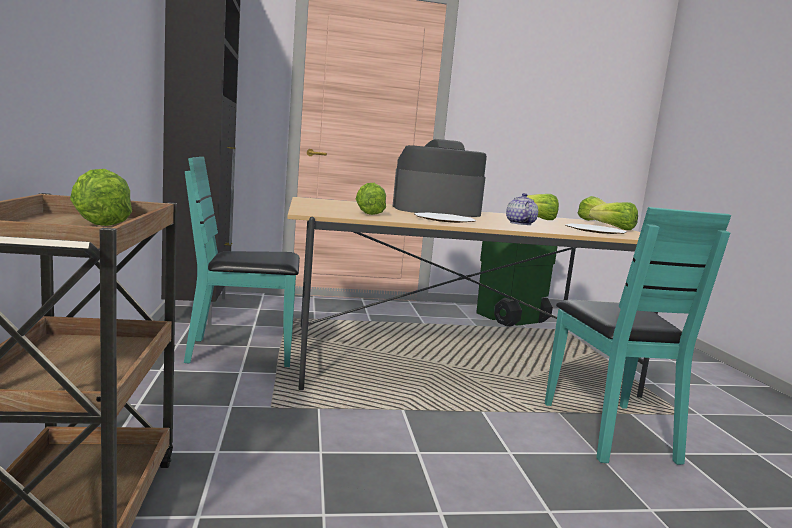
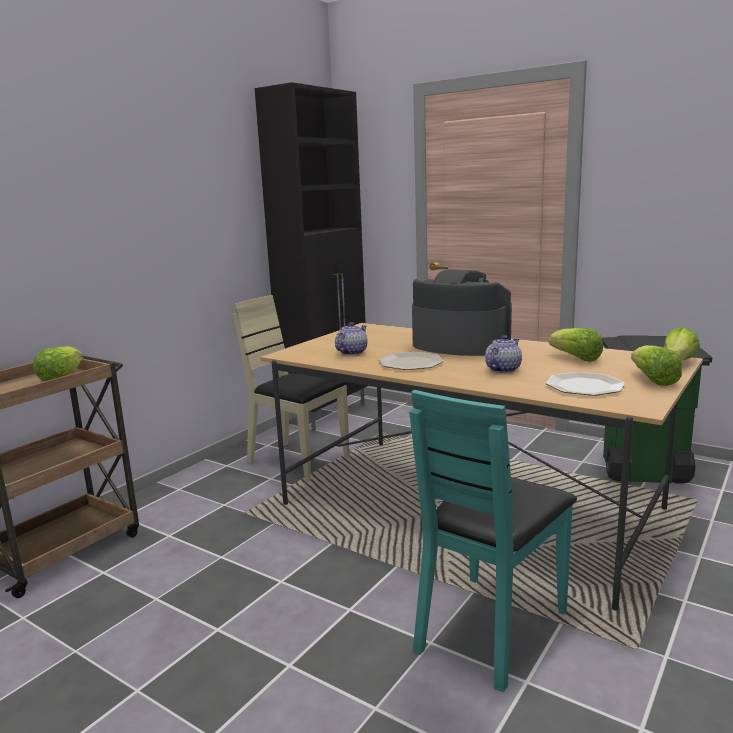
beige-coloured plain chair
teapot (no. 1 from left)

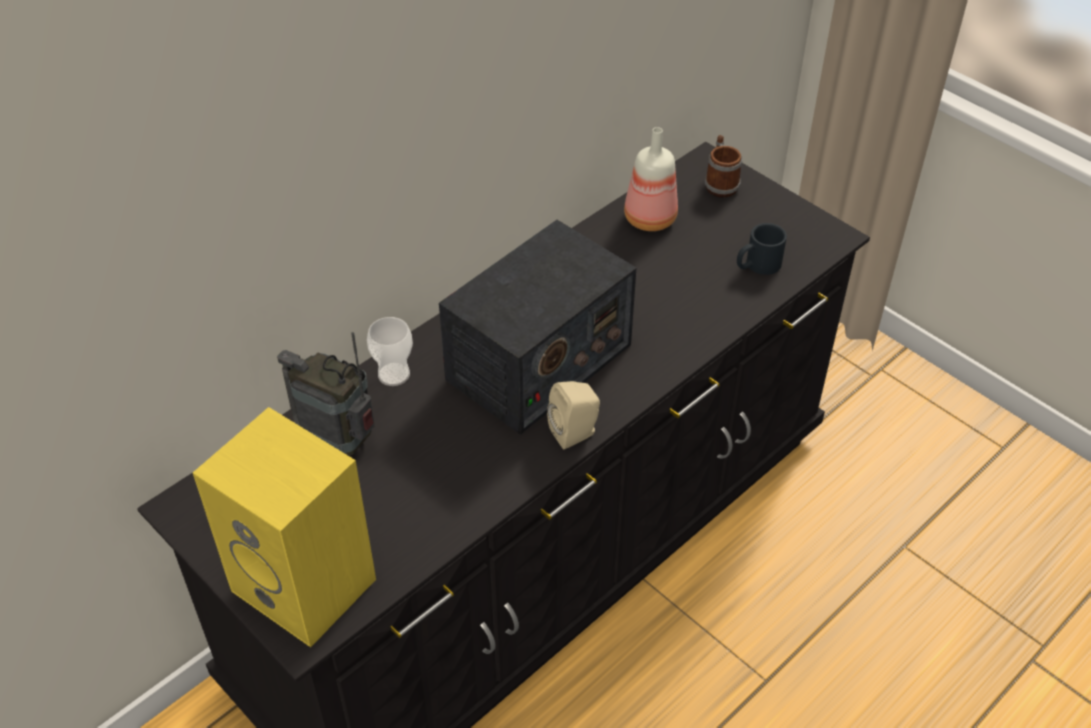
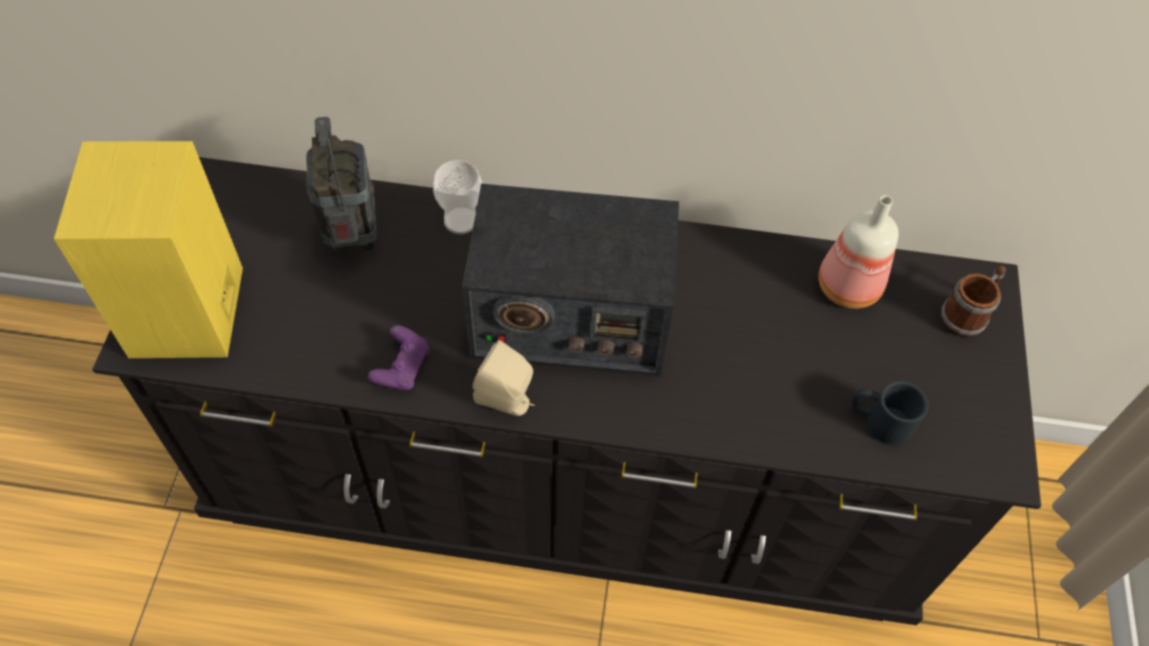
purplish joypad

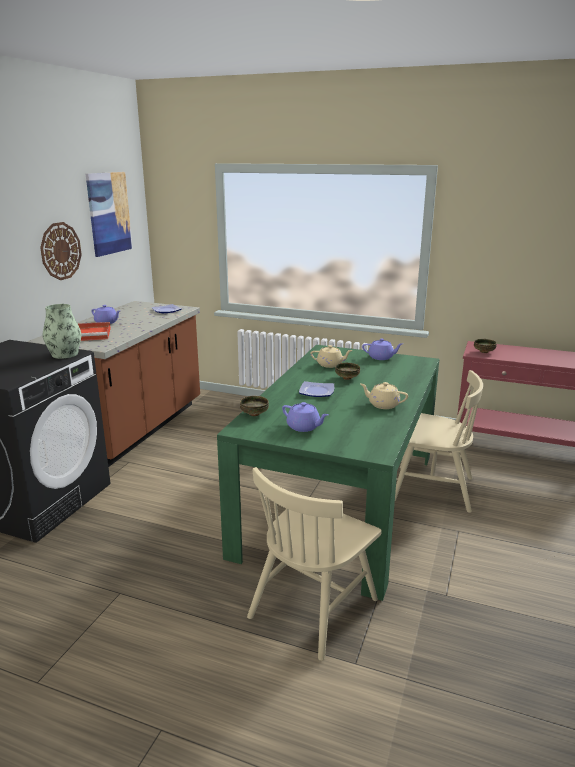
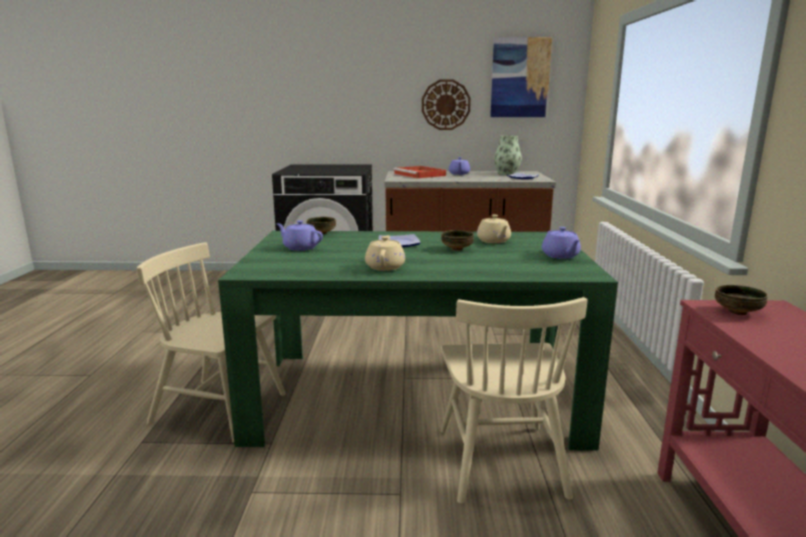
flower vase
purplish teapot (no. 1 from left)

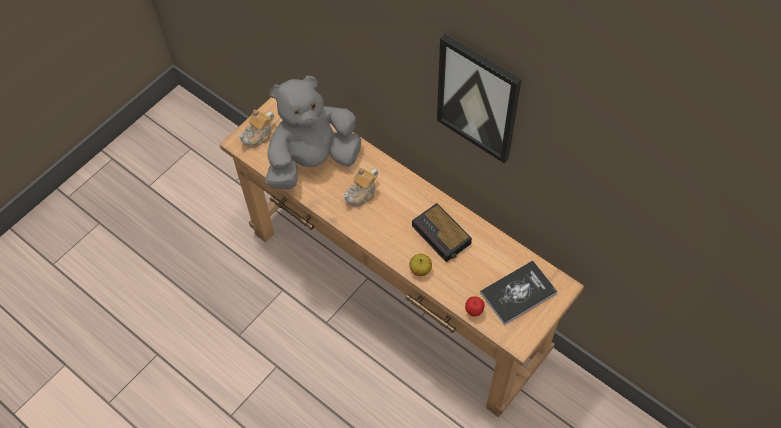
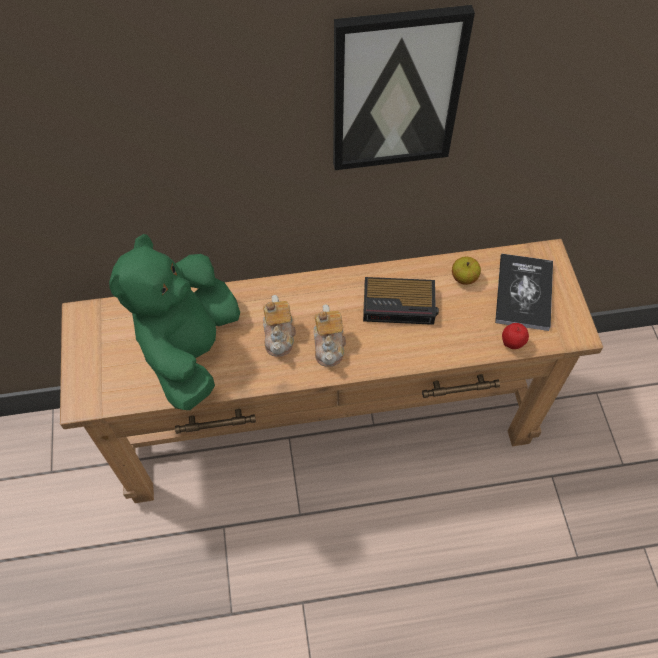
teapot (no. 2 from left)
greenish soft toy
whole apple (no. 1 from left)

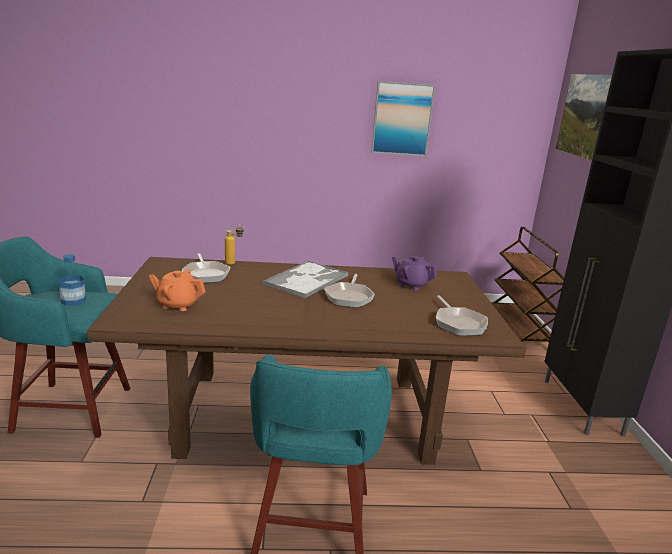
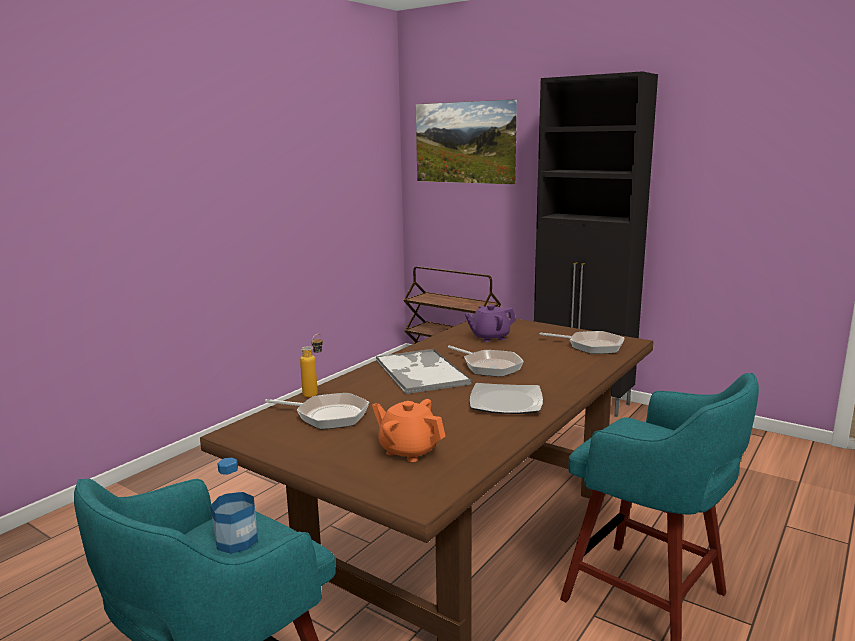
orange teapot
wall art (no. 1 from left in the first image)
dinner plate

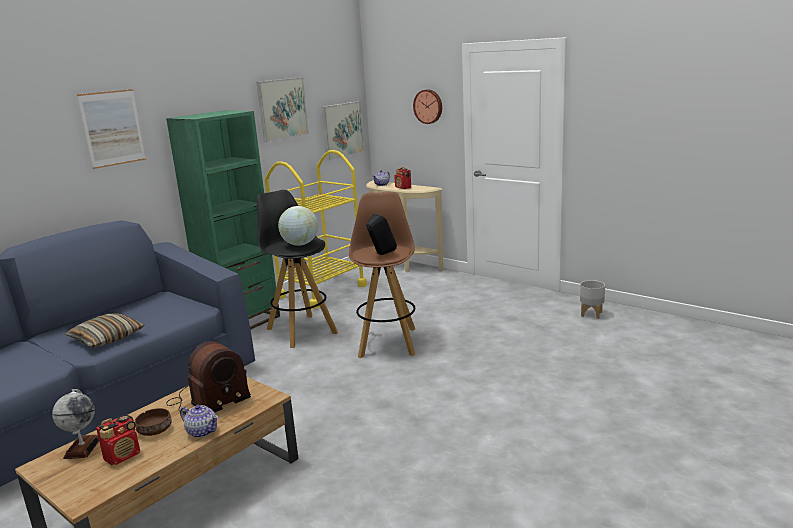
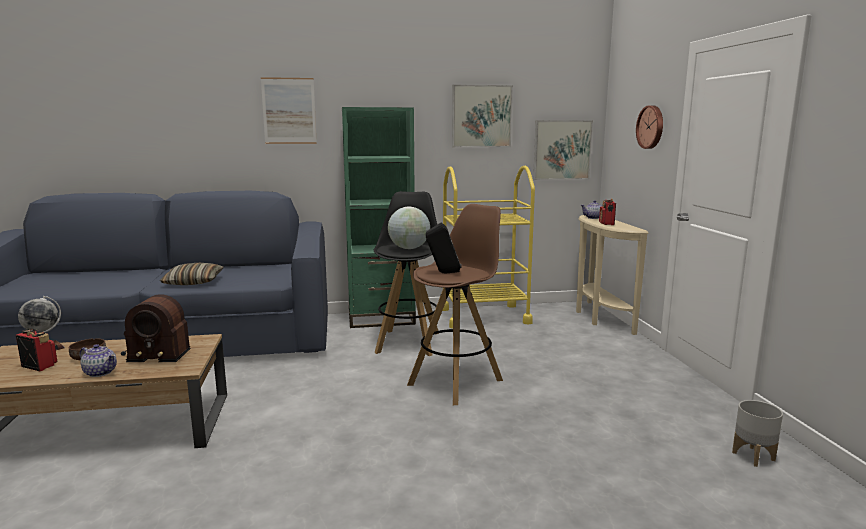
radio (no. 1 from left)
teapot (no. 1 from left)

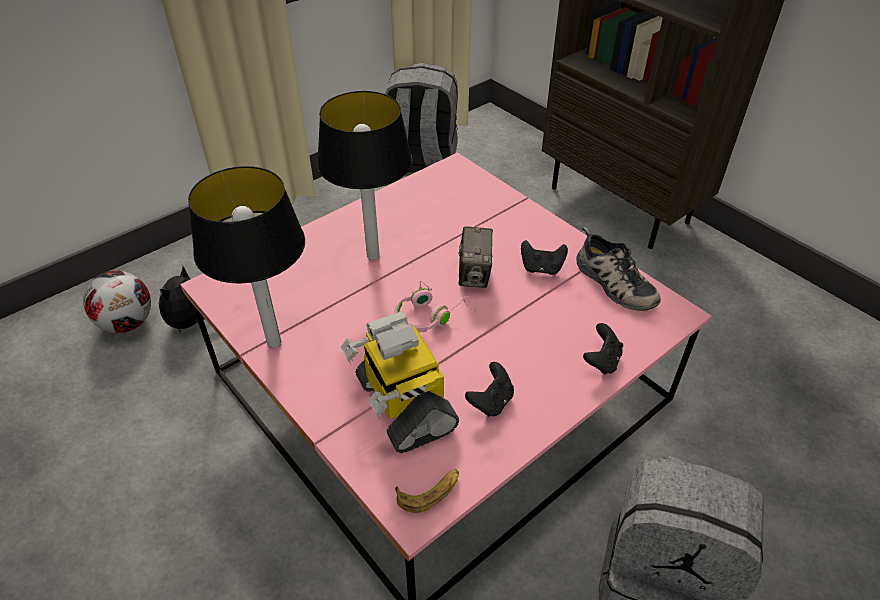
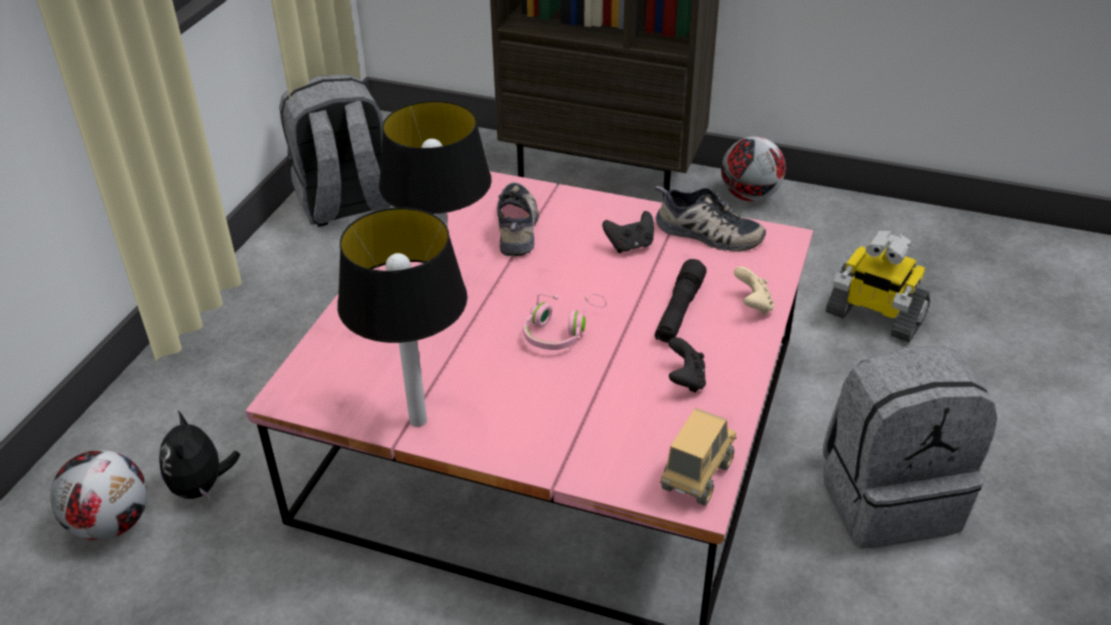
model robot
model truck
still camera
beige-coloured joypad
item of footwear (no. 1 from left)
black flashlight
football ball (no. 2 from left)

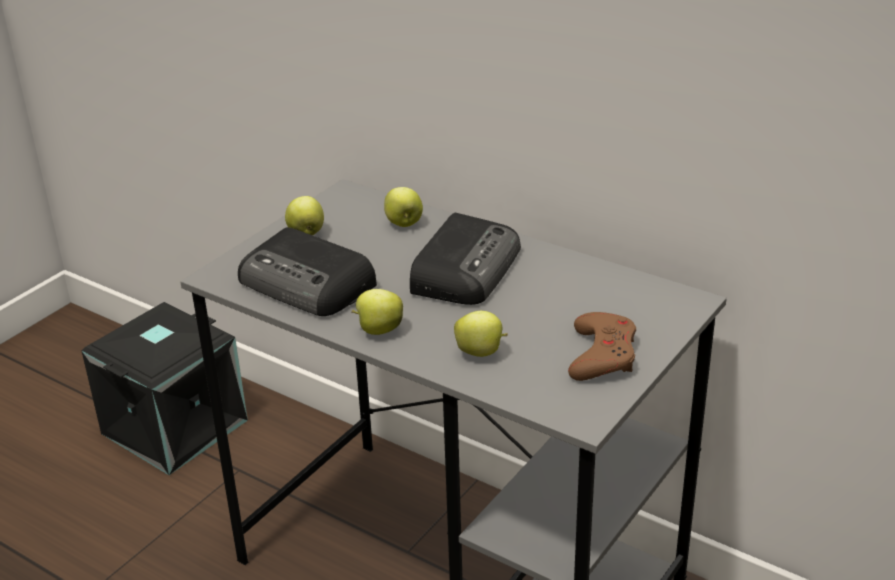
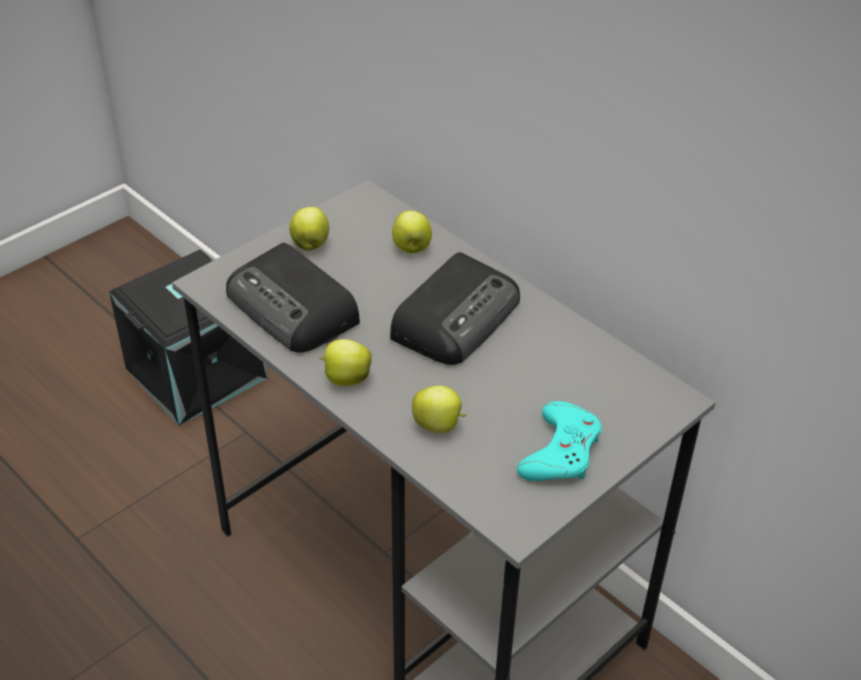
turquoise joypad

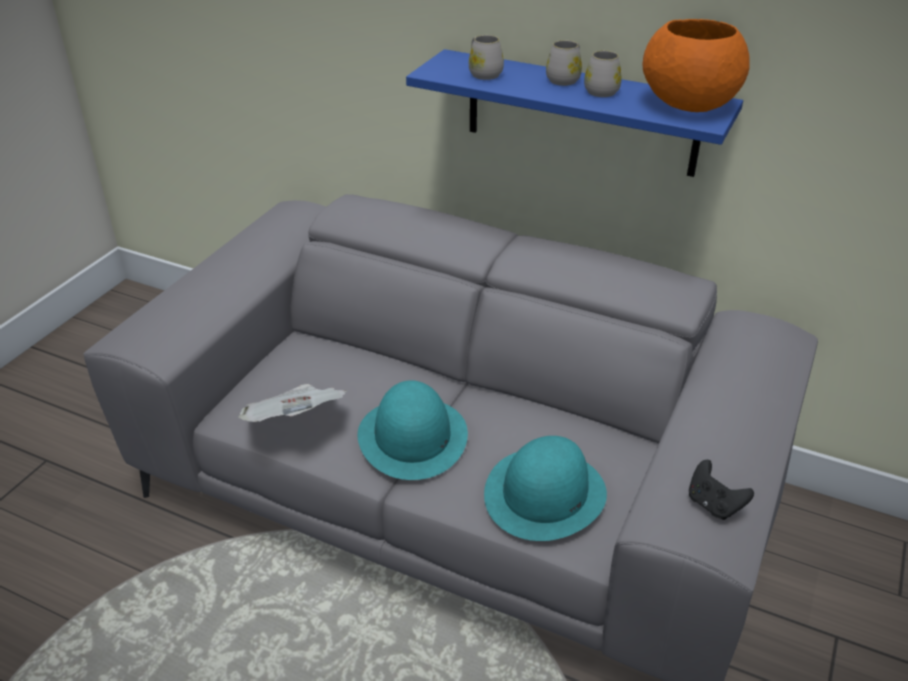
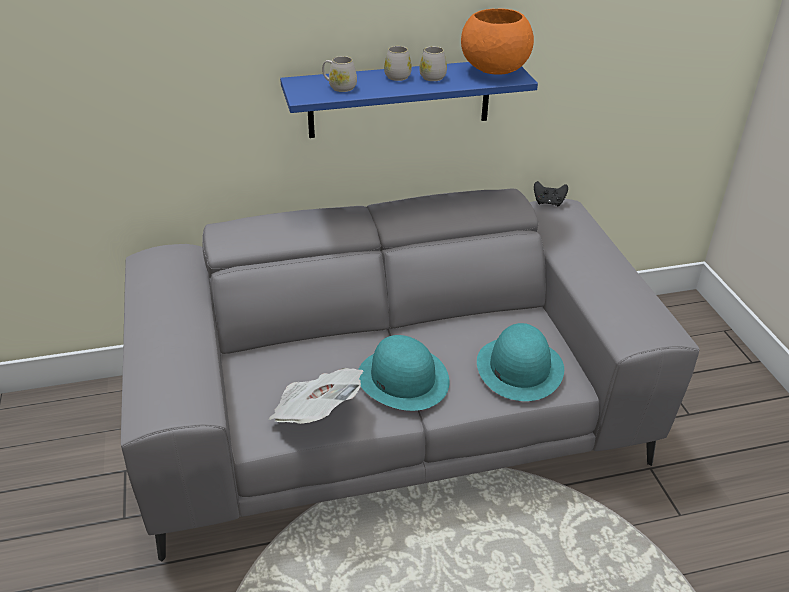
black joypad

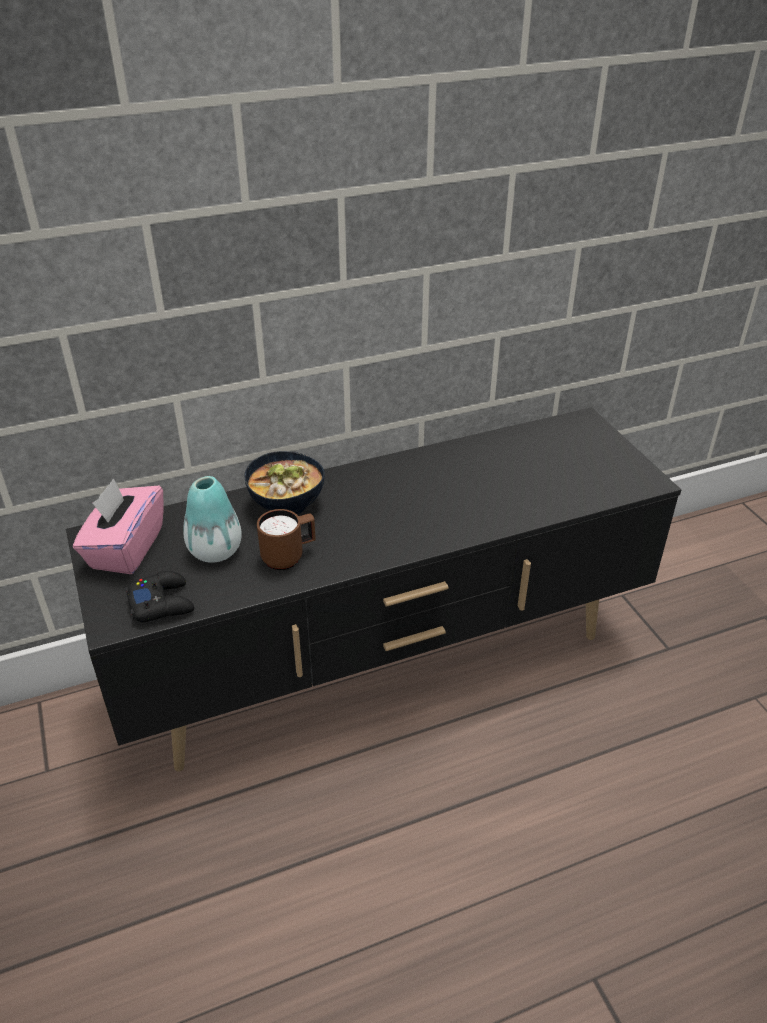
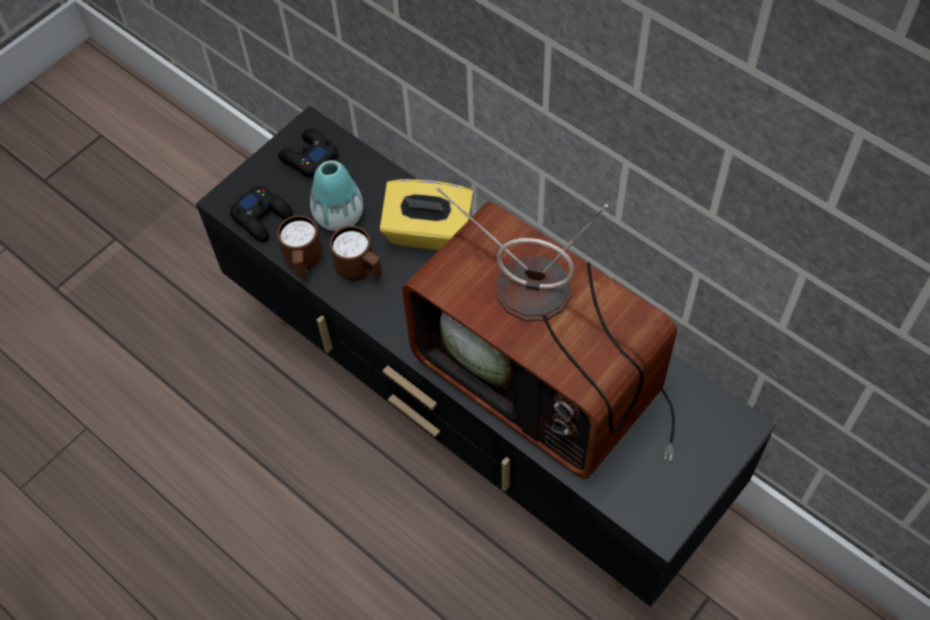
black joypad (no. 2 from left)
yellow-coloured tissue holder
brown coffee mug (no. 1 from left)
television

